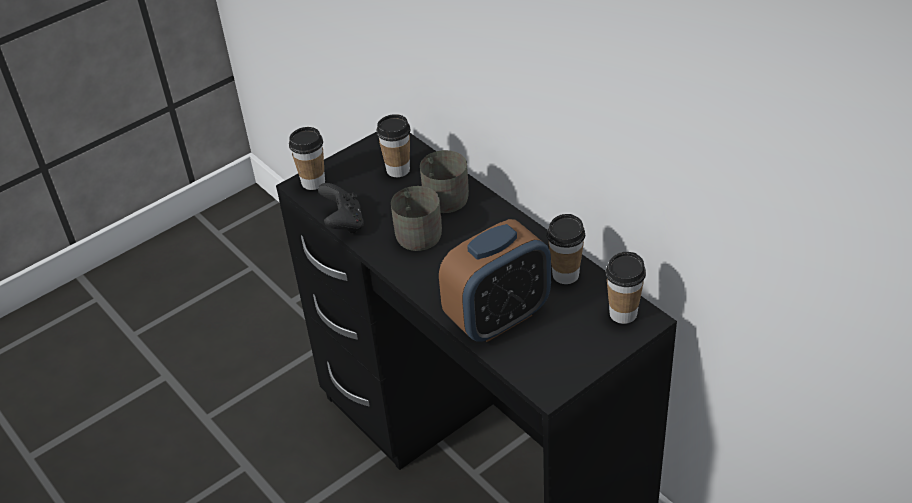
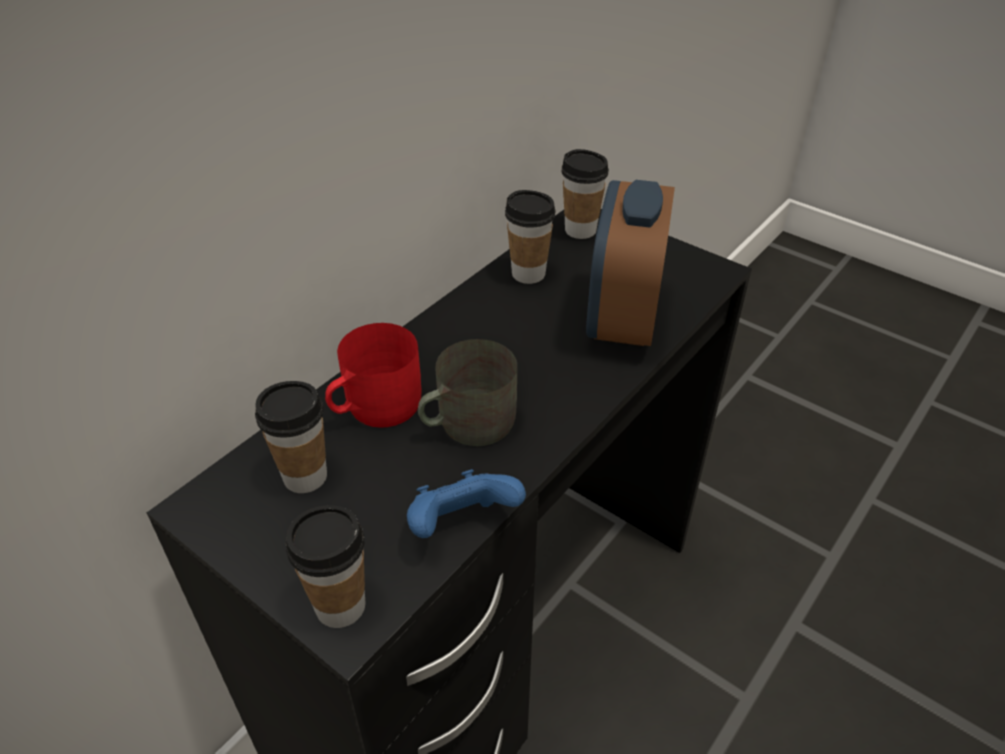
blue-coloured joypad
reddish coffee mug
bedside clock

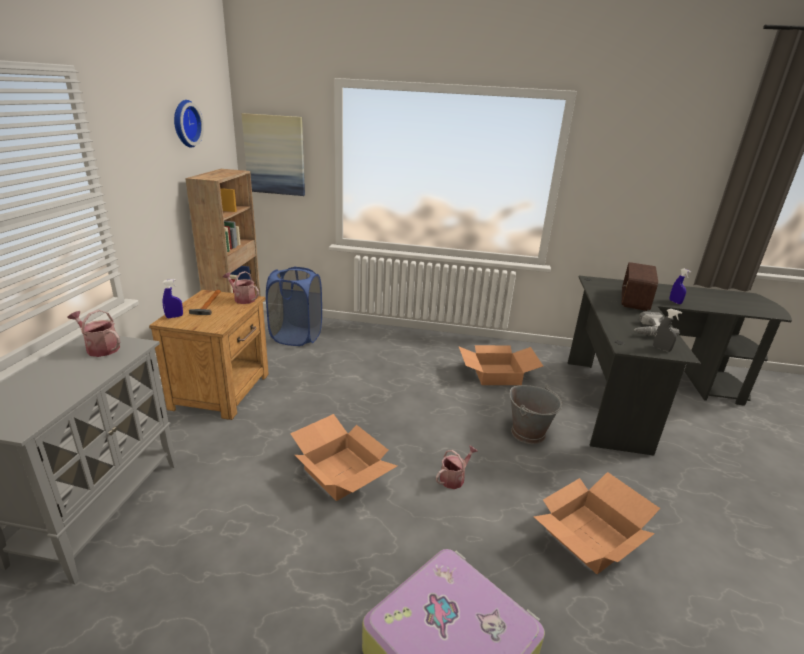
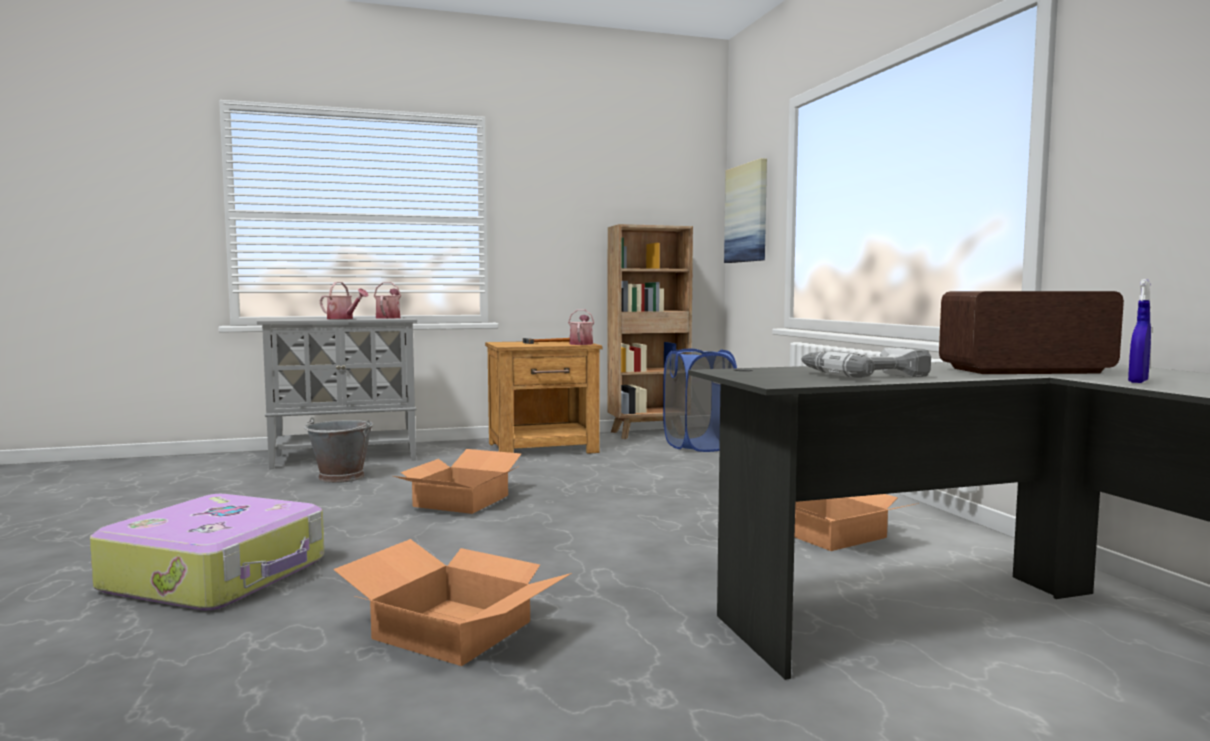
blue-coloured hand sprayer (no. 1 from left in the first image)
clock on the wall
watering can (no. 1 from left)
grey bucket
grey hand sprayer

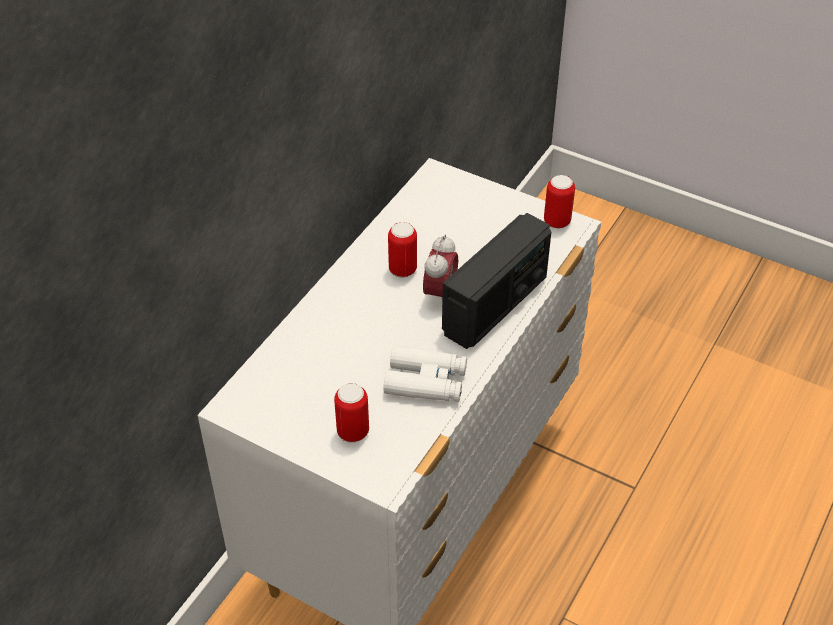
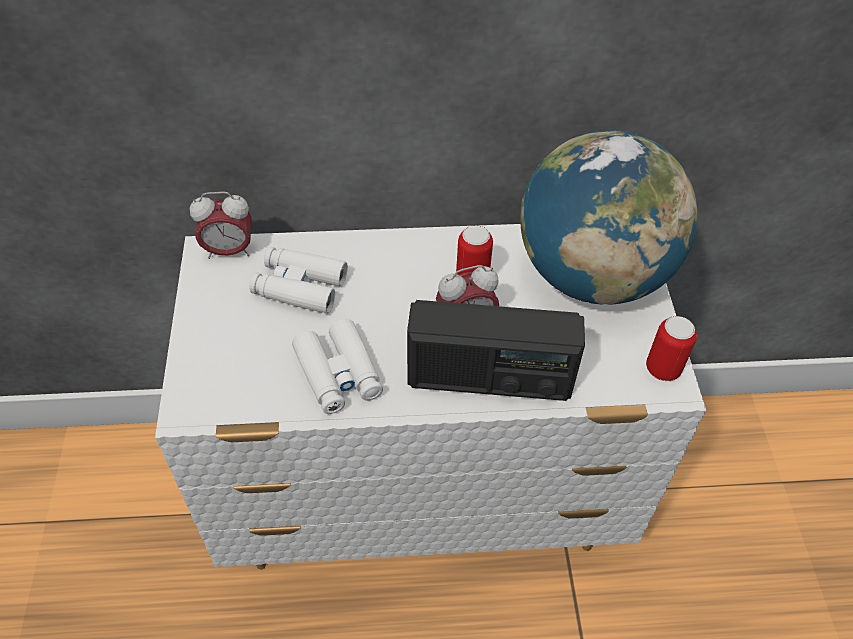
can (no. 1 from left in the first image)
bedside clock (no. 1 from left)
white binoculars (no. 1 from left)
globe

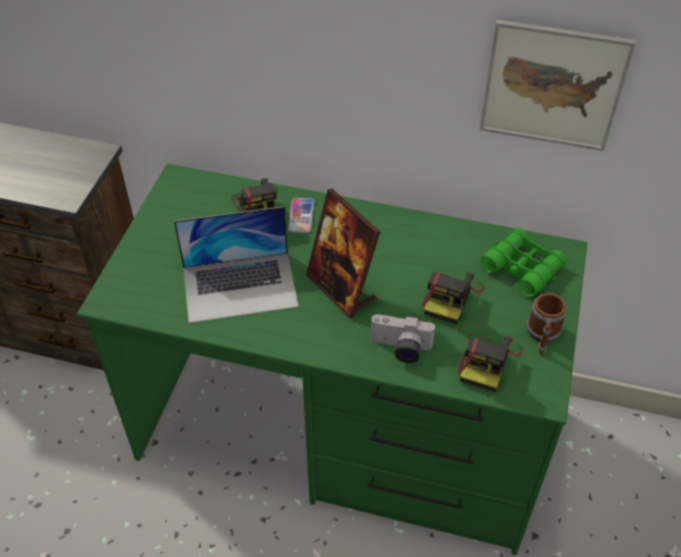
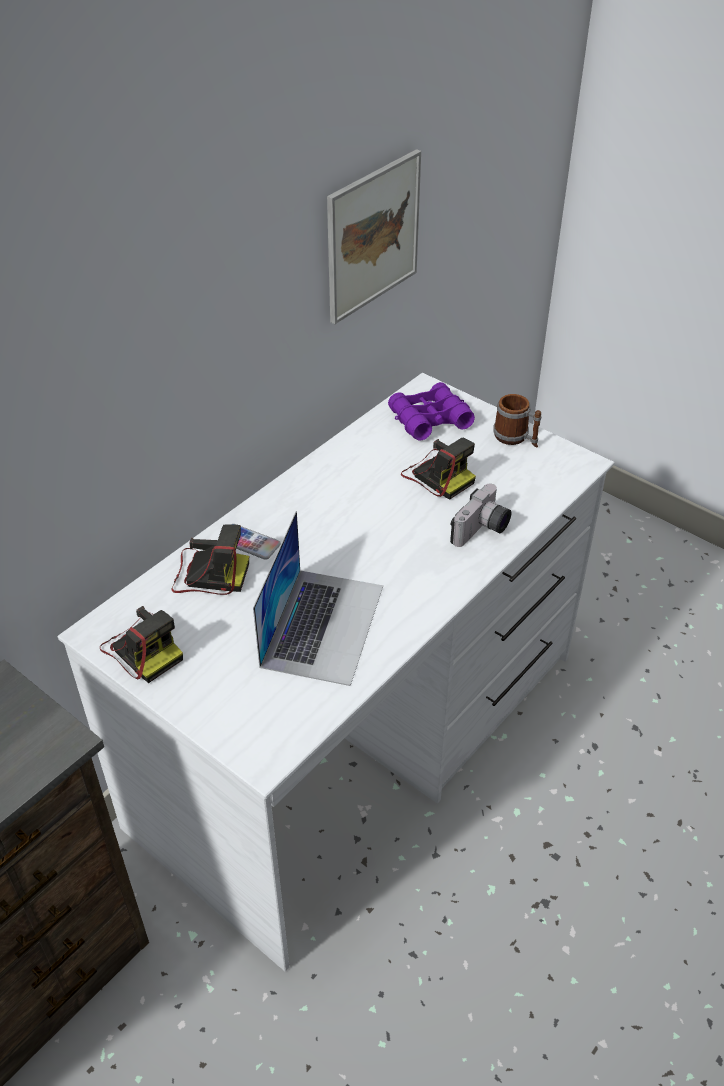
white desk table
standing frame
still camera (no. 1 from left)
purplish binoculars

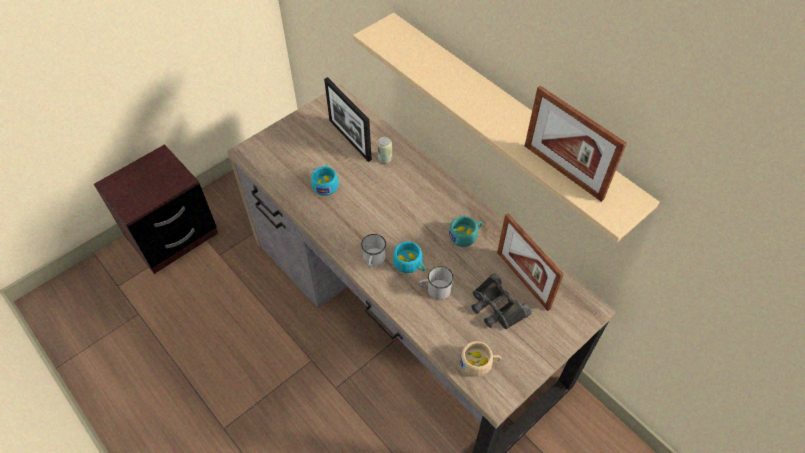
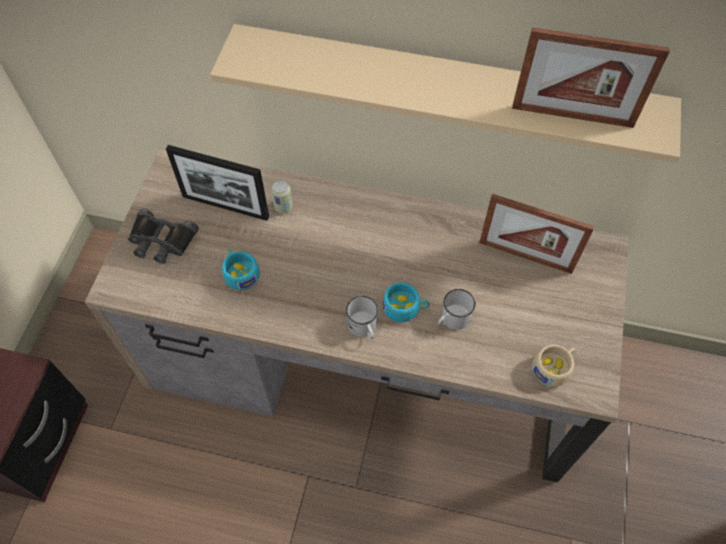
turquoise drinking cup (no. 3 from left in the first image)
black binoculars

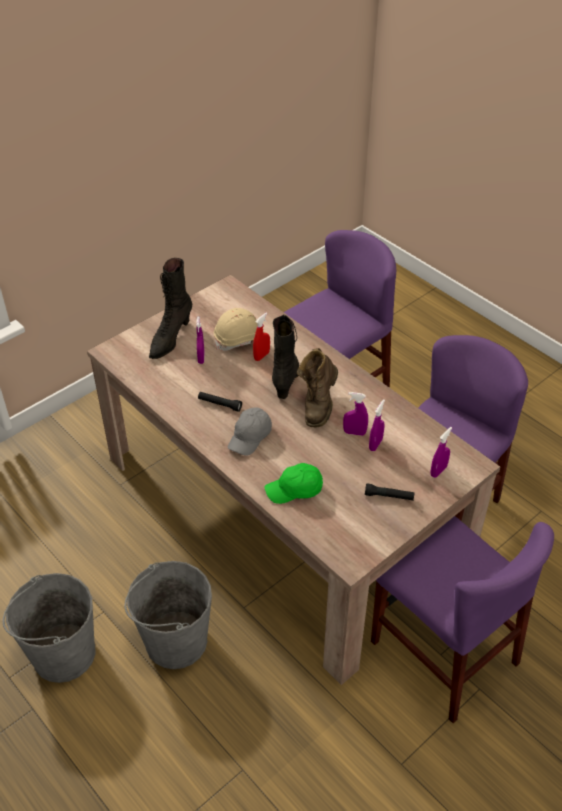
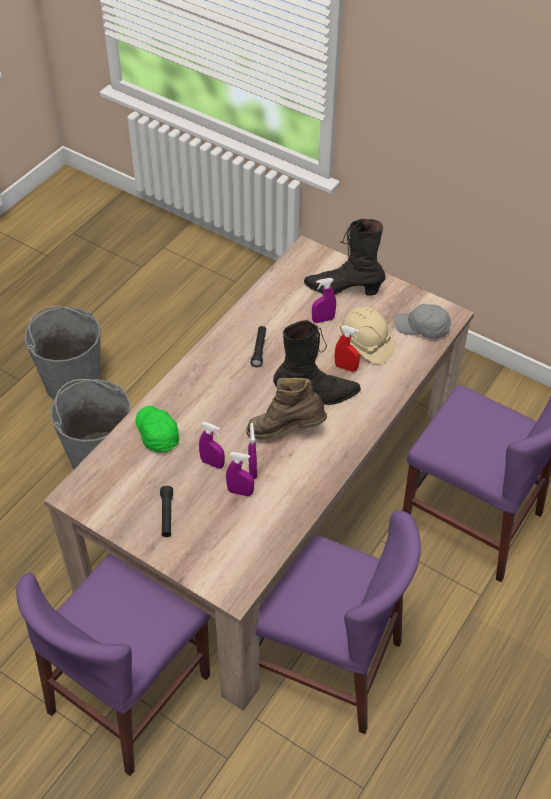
grey peaked cap
purplish hand sprayer (no. 1 from left)

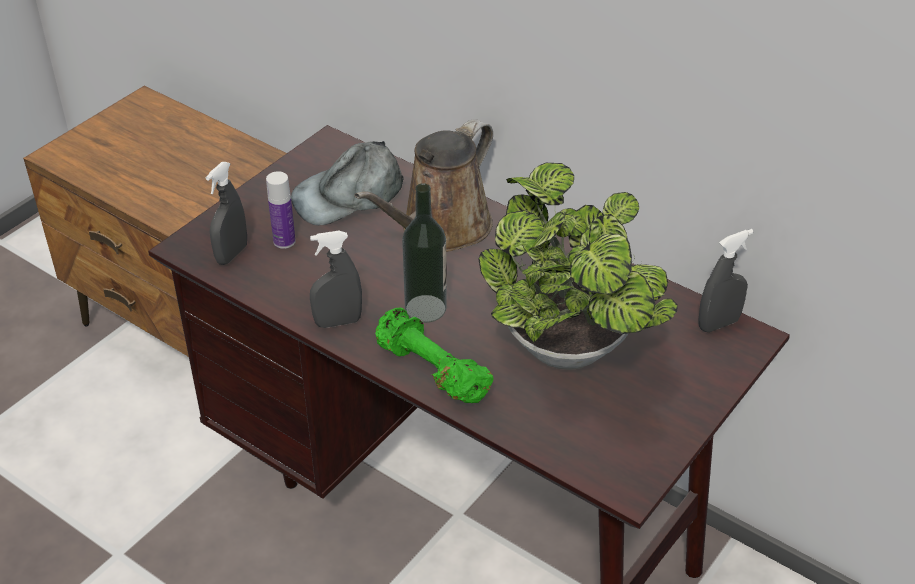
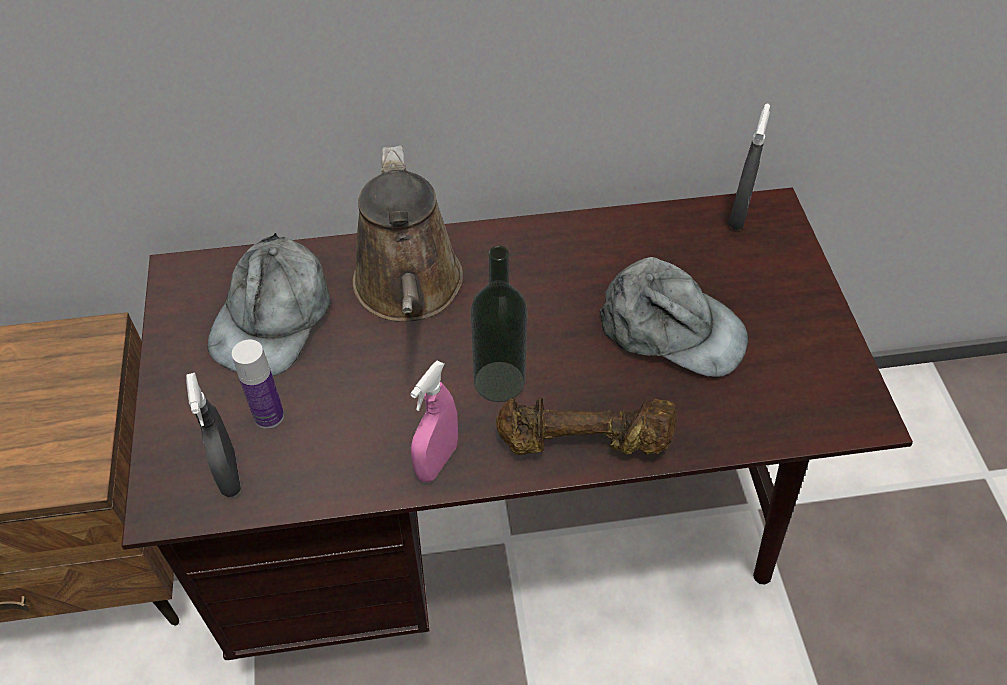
pink hand sprayer
brown free weight
grey peaked cap (no. 2 from left)

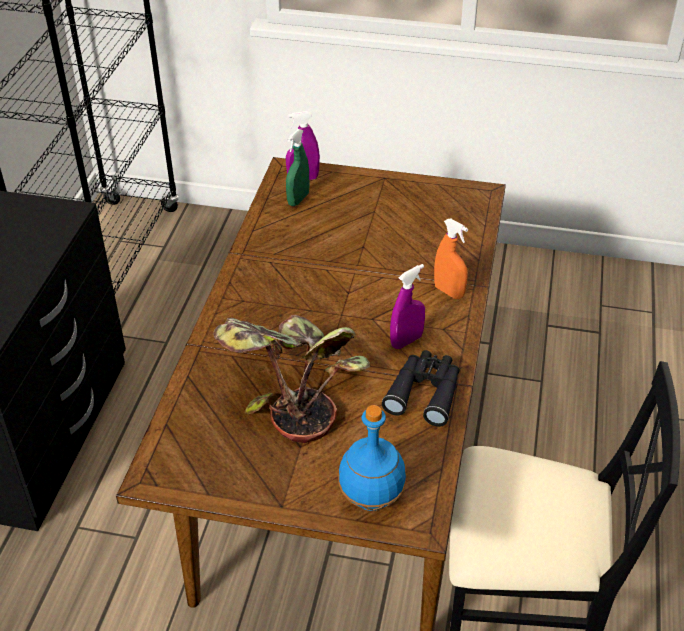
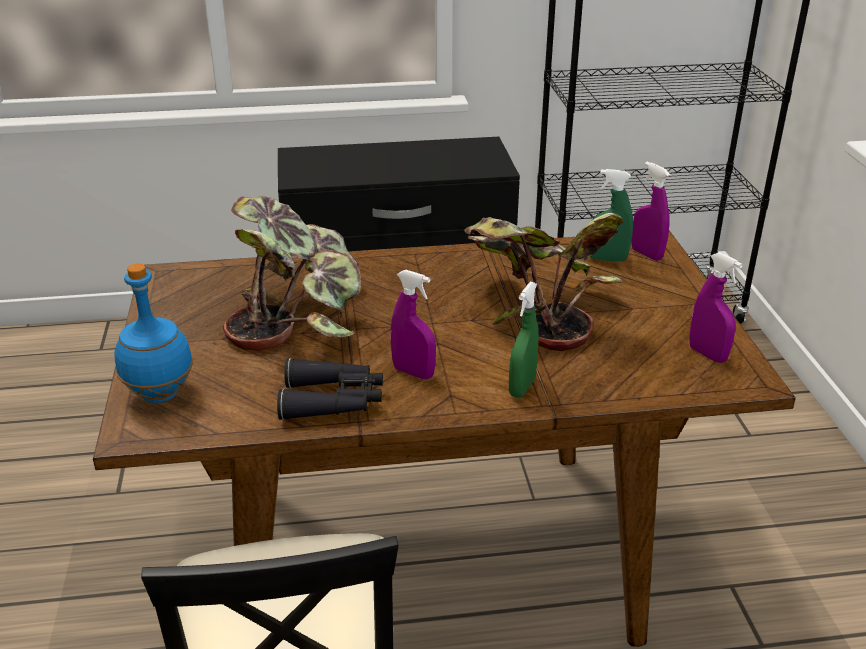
greenish hand sprayer (no. 1 from left)
houseplant (no. 2 from left)
purplish hand sprayer (no. 3 from left)

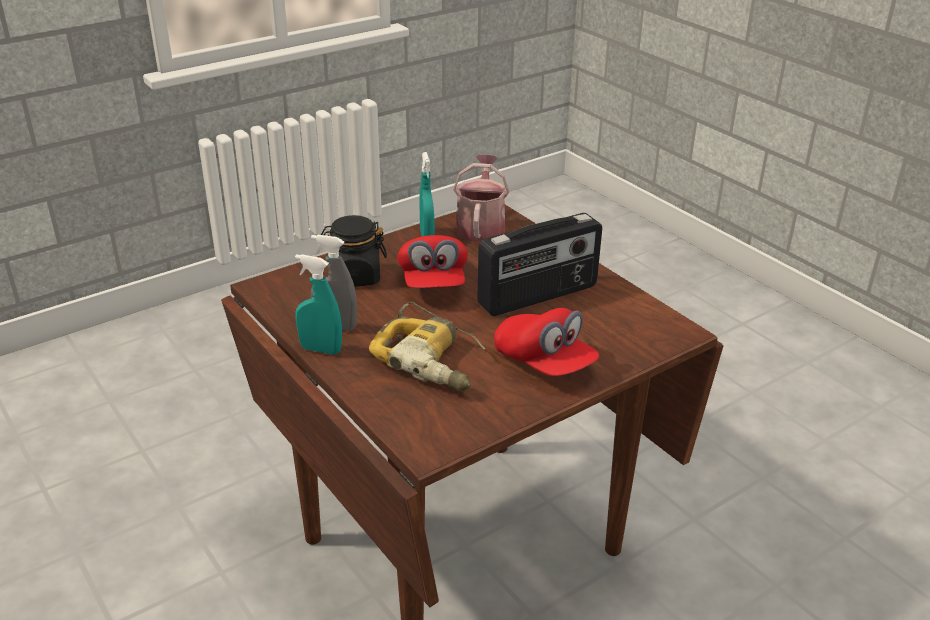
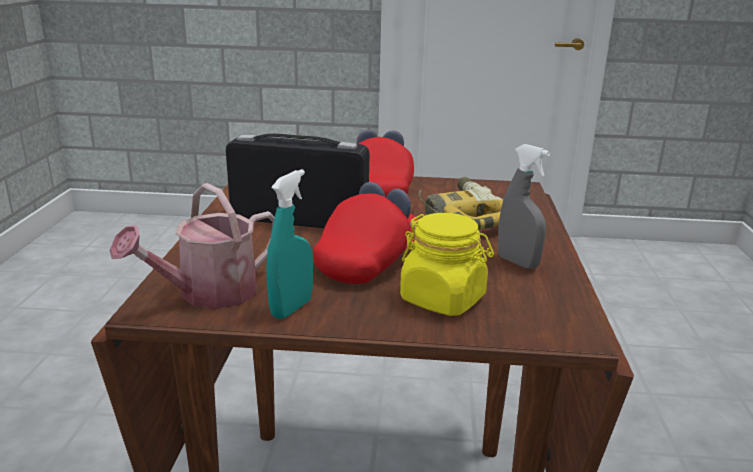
turquoise hand sprayer (no. 1 from left in the first image)
yellow-coloured preserve jar

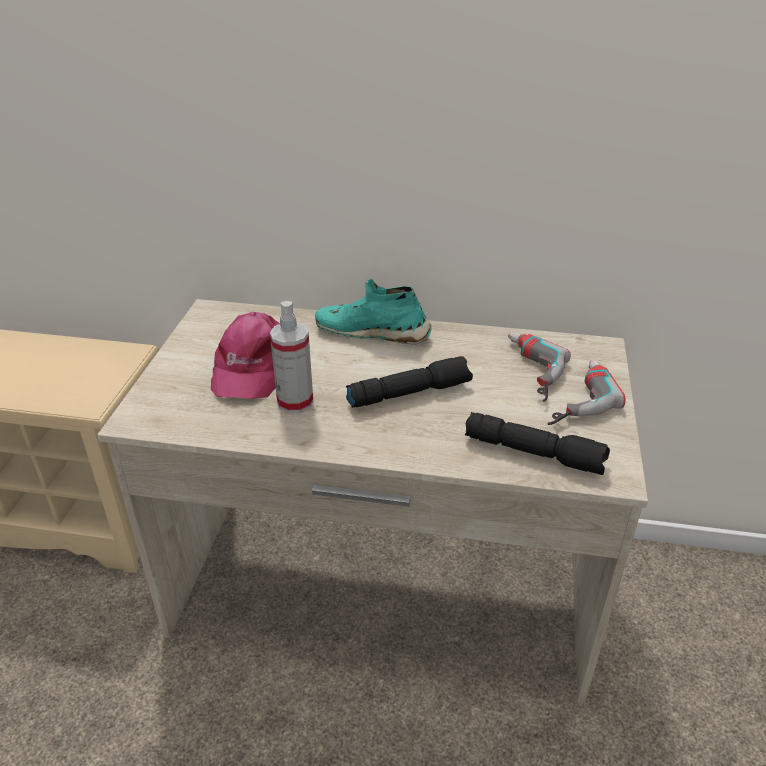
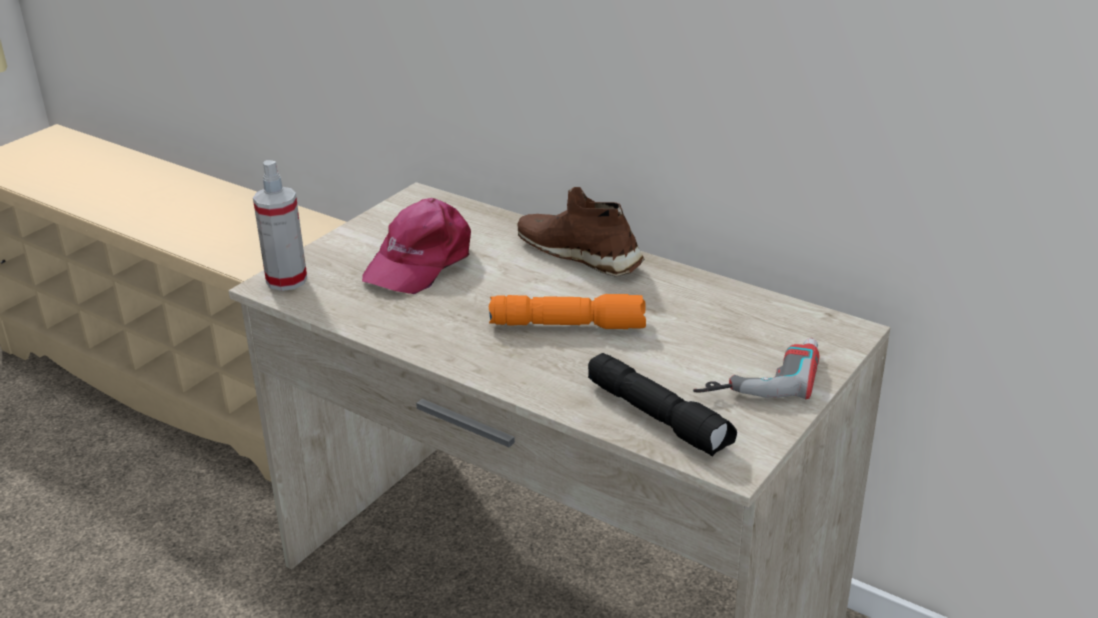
hand sprayer
brown item of footwear
orange flashlight
electric drill (no. 1 from left in the first image)

